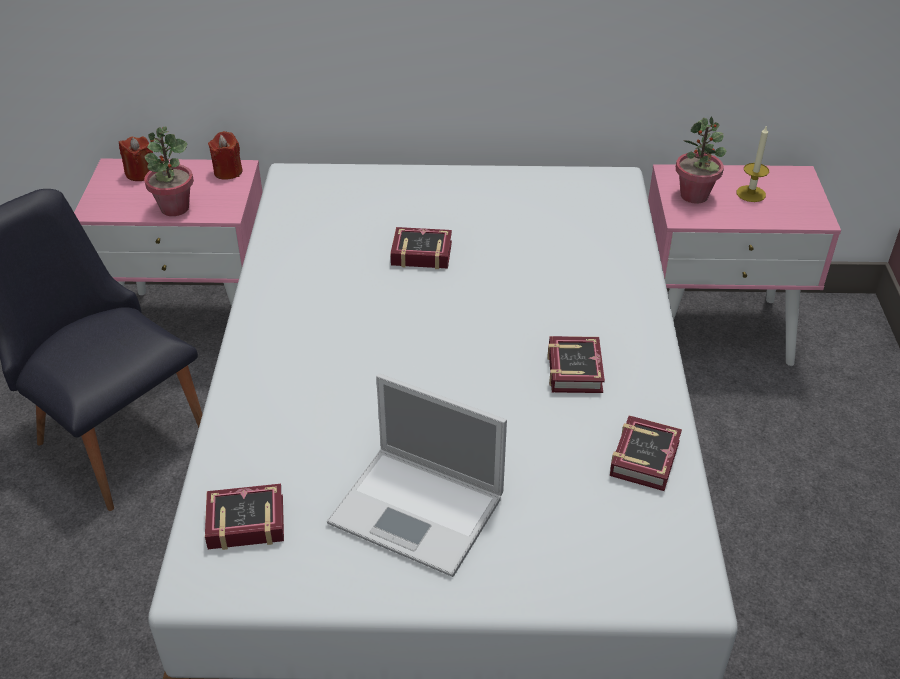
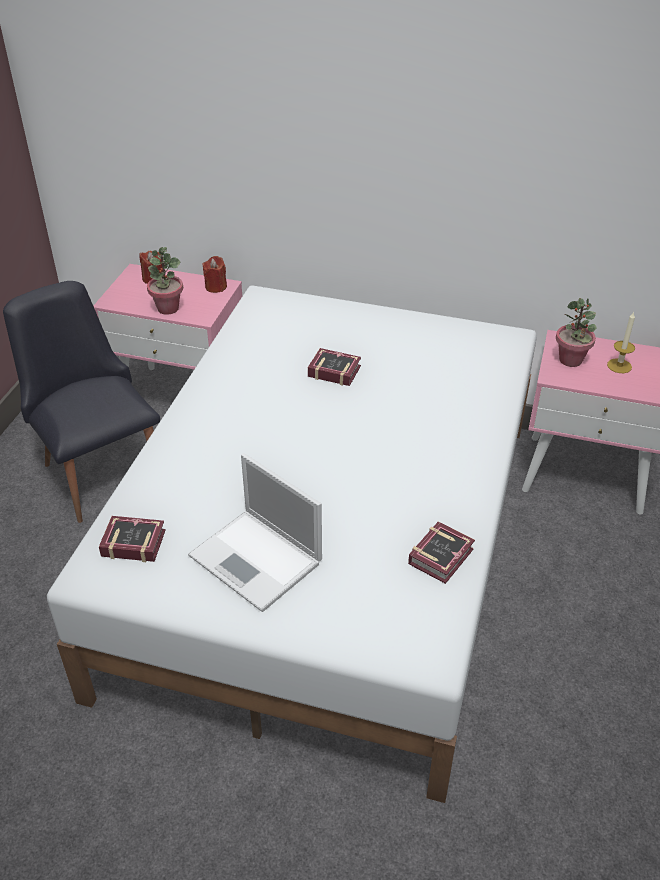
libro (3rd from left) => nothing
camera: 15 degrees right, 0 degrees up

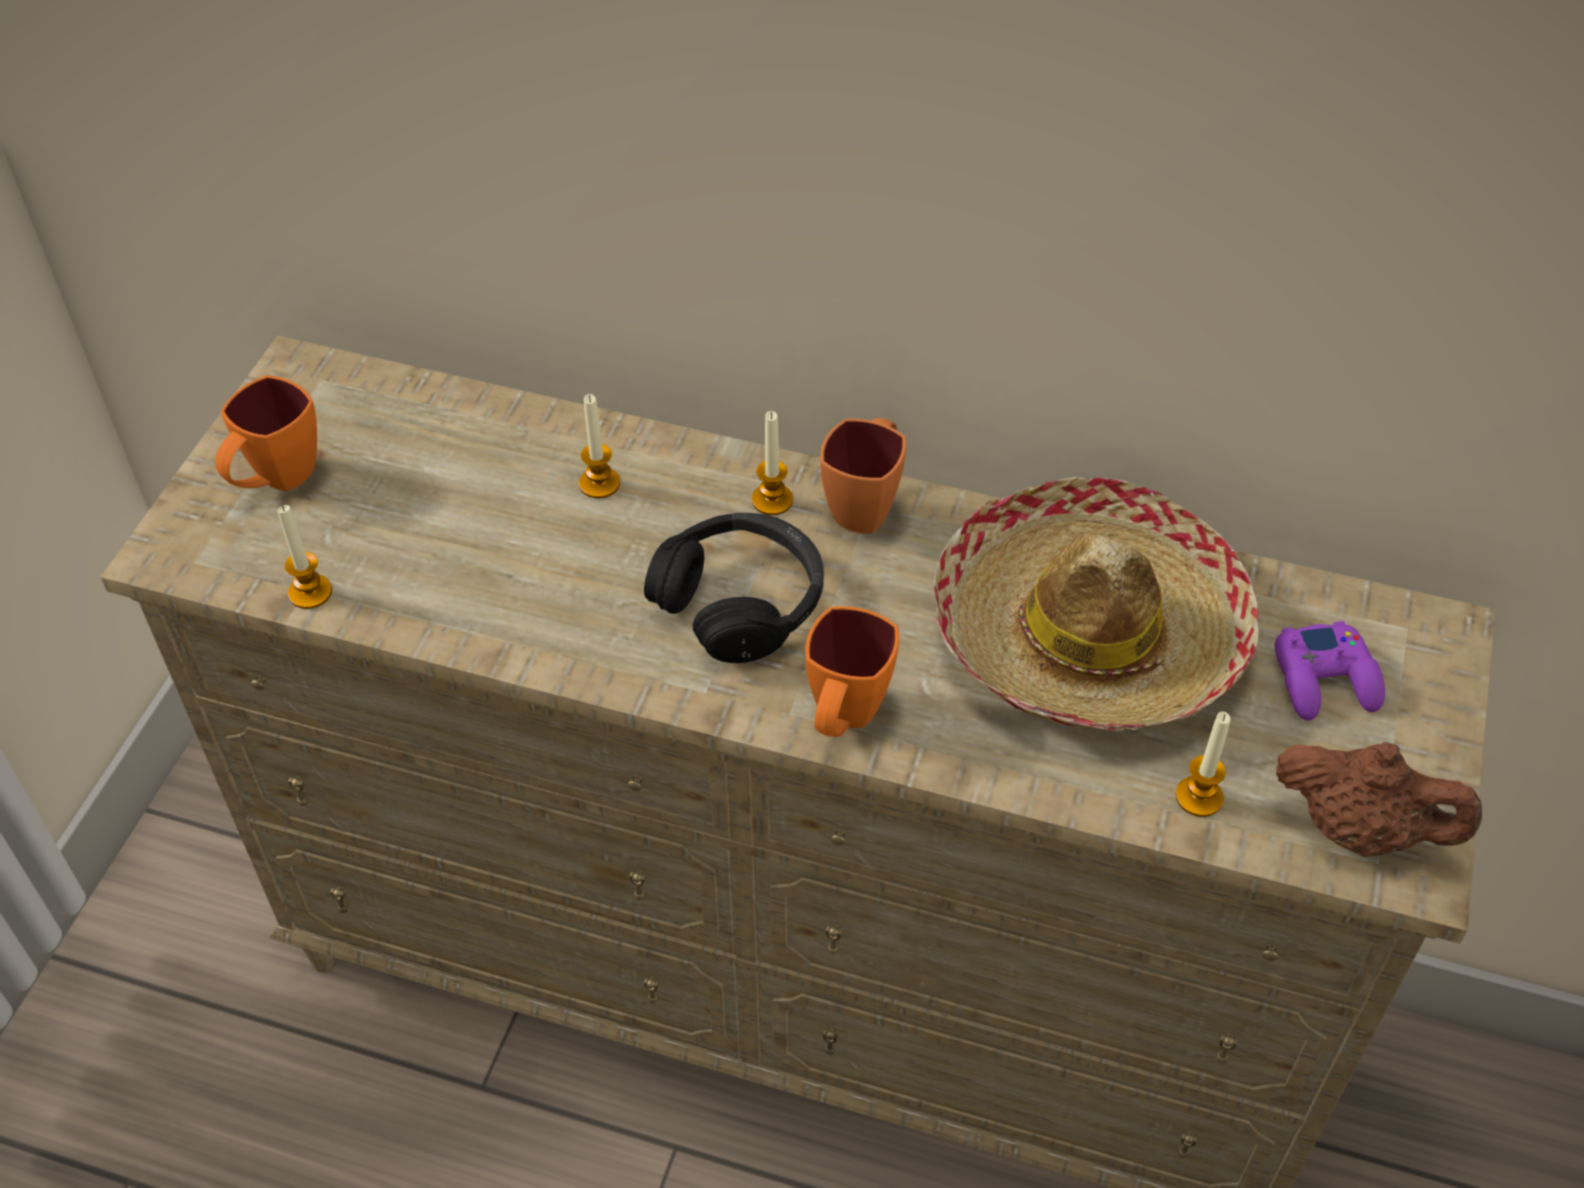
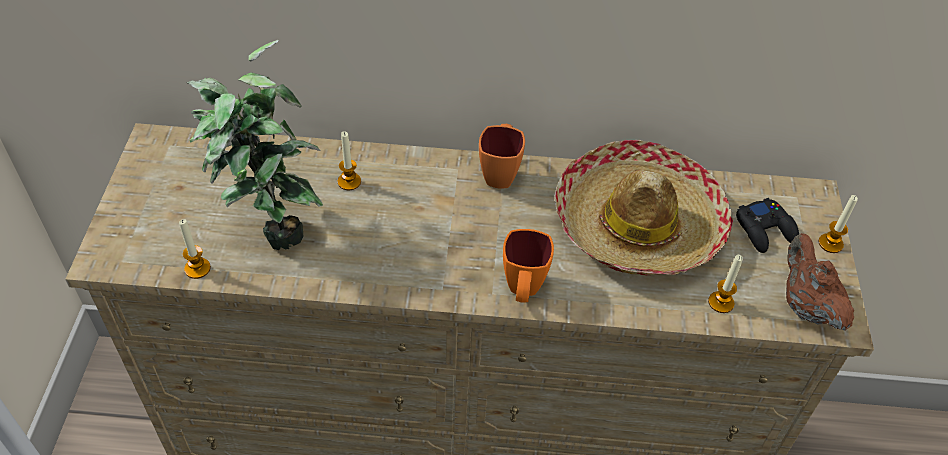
taza grande/naranja (1st from left) => nothing
vela (3rd from left in the first image) => vela (4th from left), move
auriculares/negro => nothing
mando de consola/morado => mando de consola/negro
tetera/marrón, 120 degrees counterclockwise
nothing => planta en maceta
camera: 15 degrees left, 0 degrees up

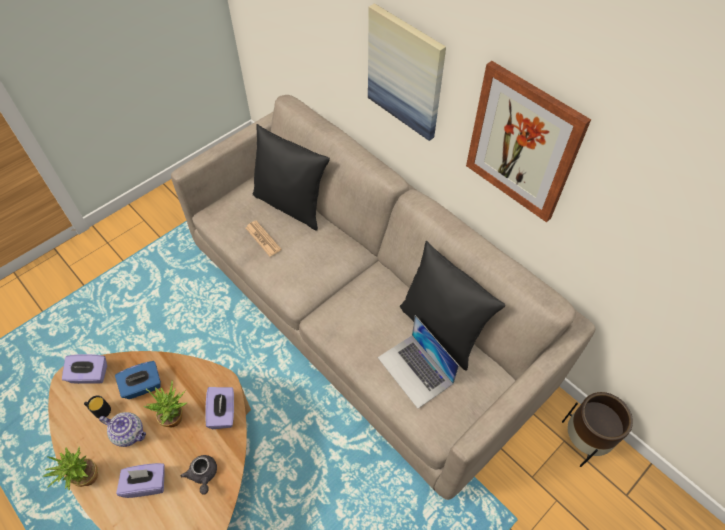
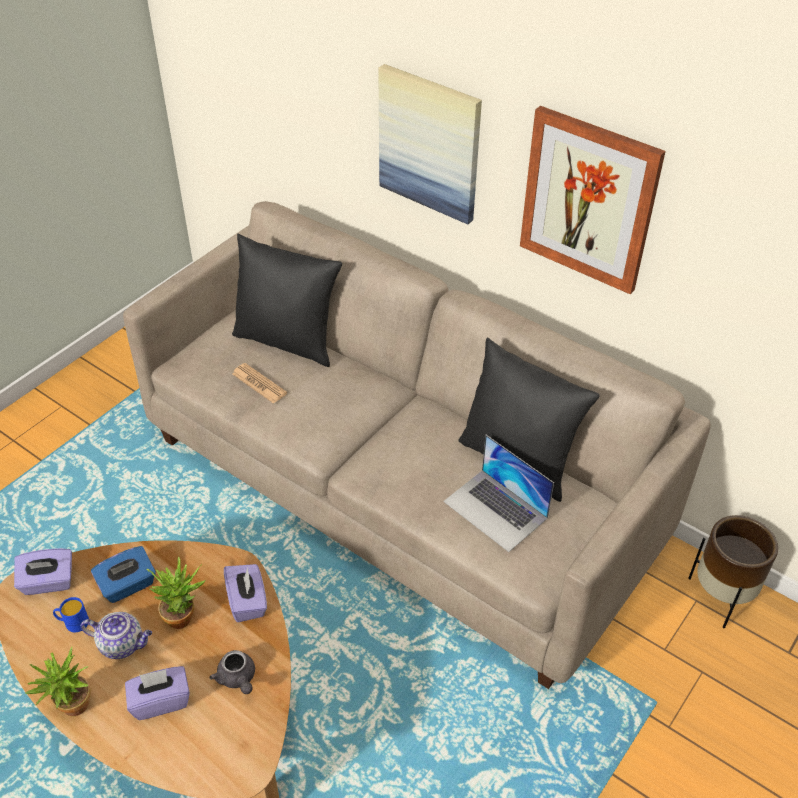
taza grande/negro => taza grande/azul
camera: 10 degrees left, 10 degrees down

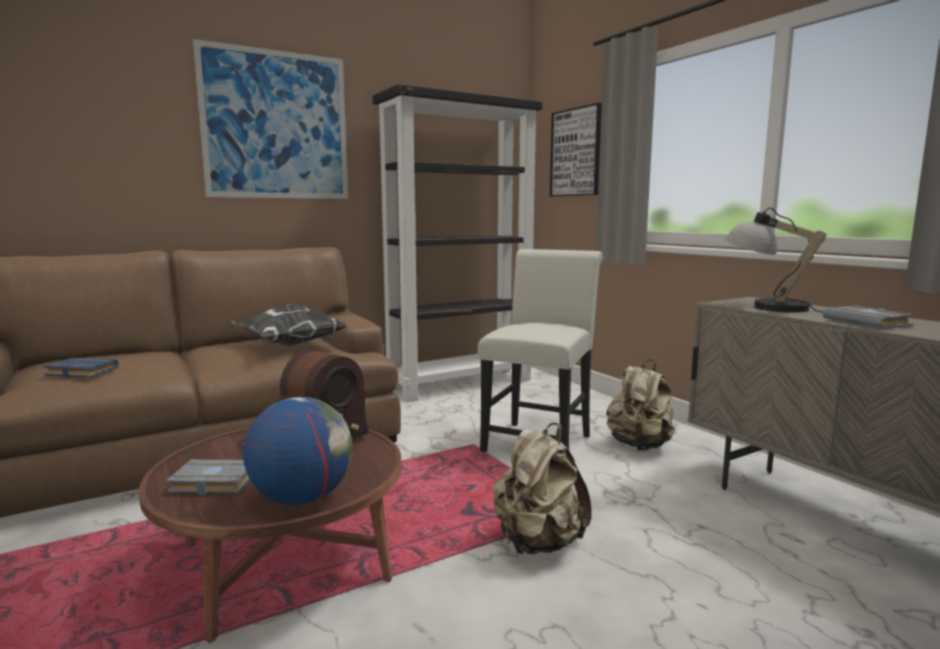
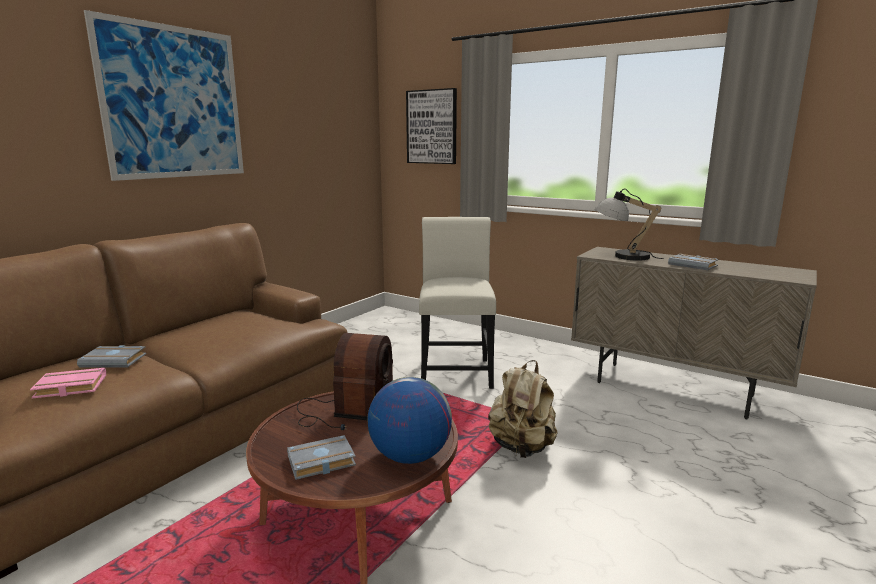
estantería/negro => nothing
cojín => nothing
libro/azul => libro/rosa
mochila/beis (2nd from left) => nothing
nothing => libro/gris (1st from left)
camera: 25 degrees left, 5 degrees up

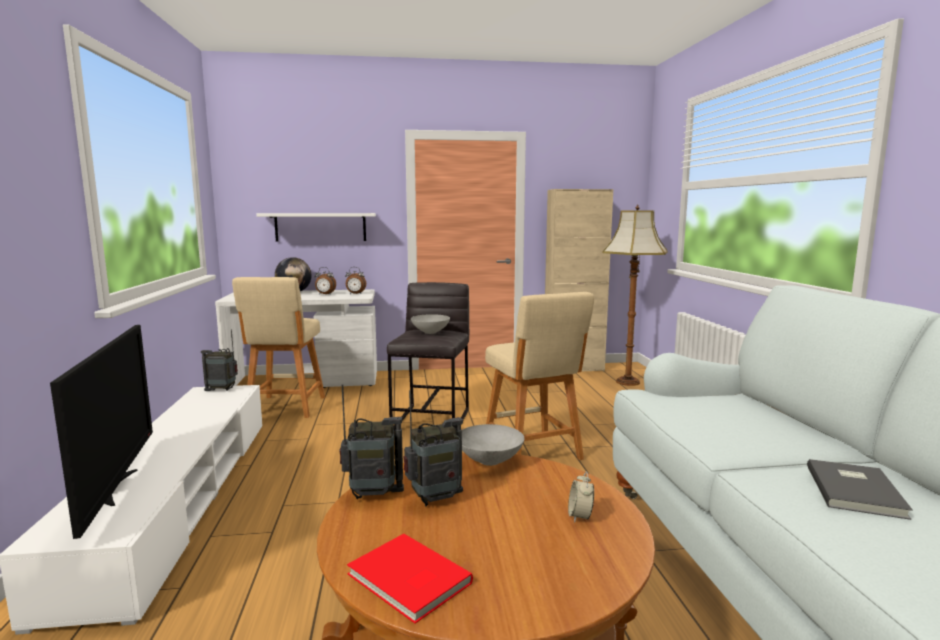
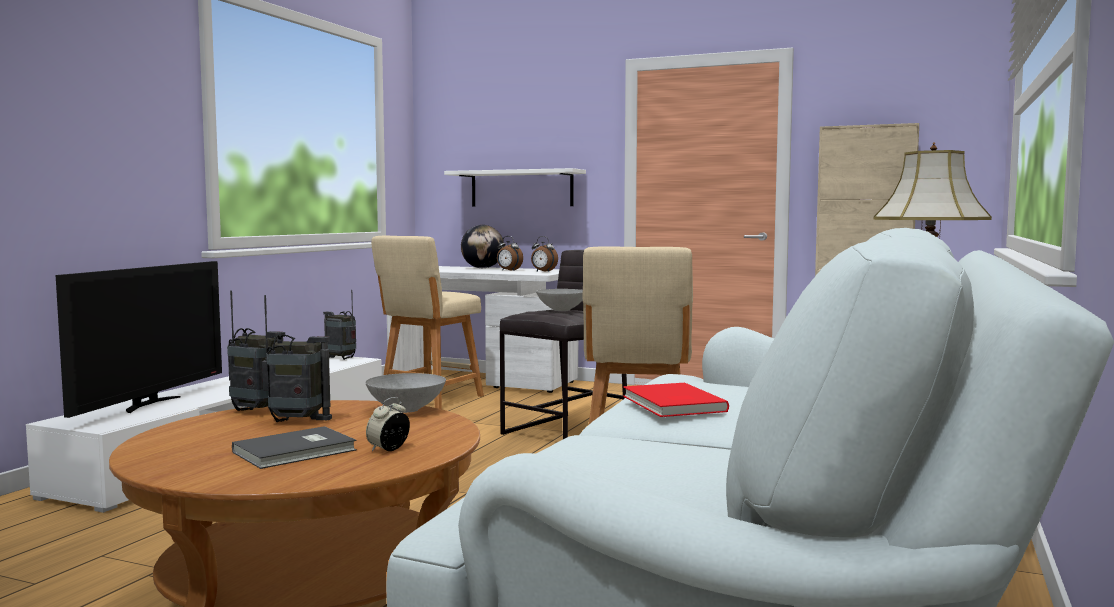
libro/gris, move
libro/rojo, move
camera: 30 degrees right, 5 degrees down

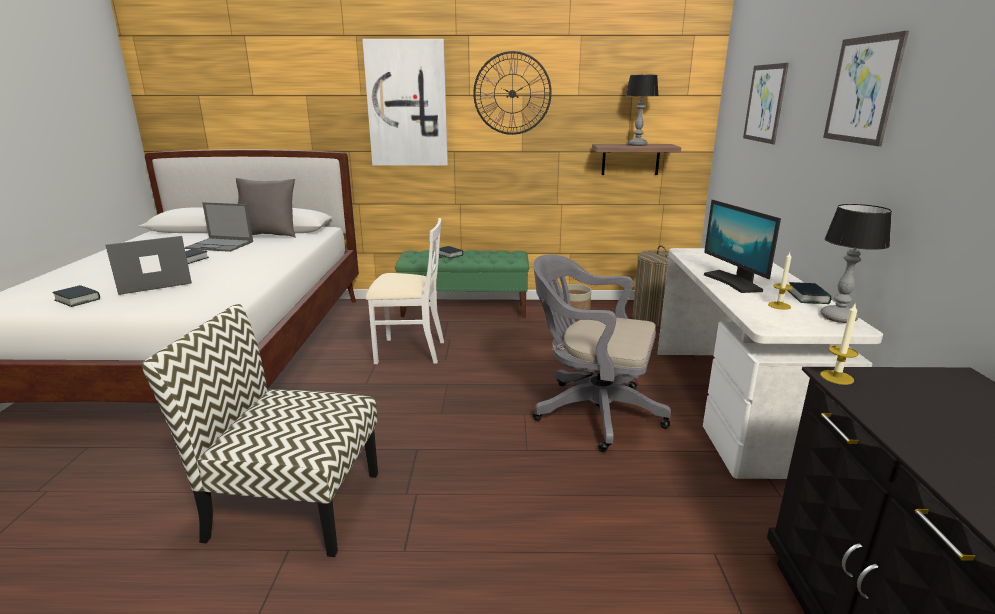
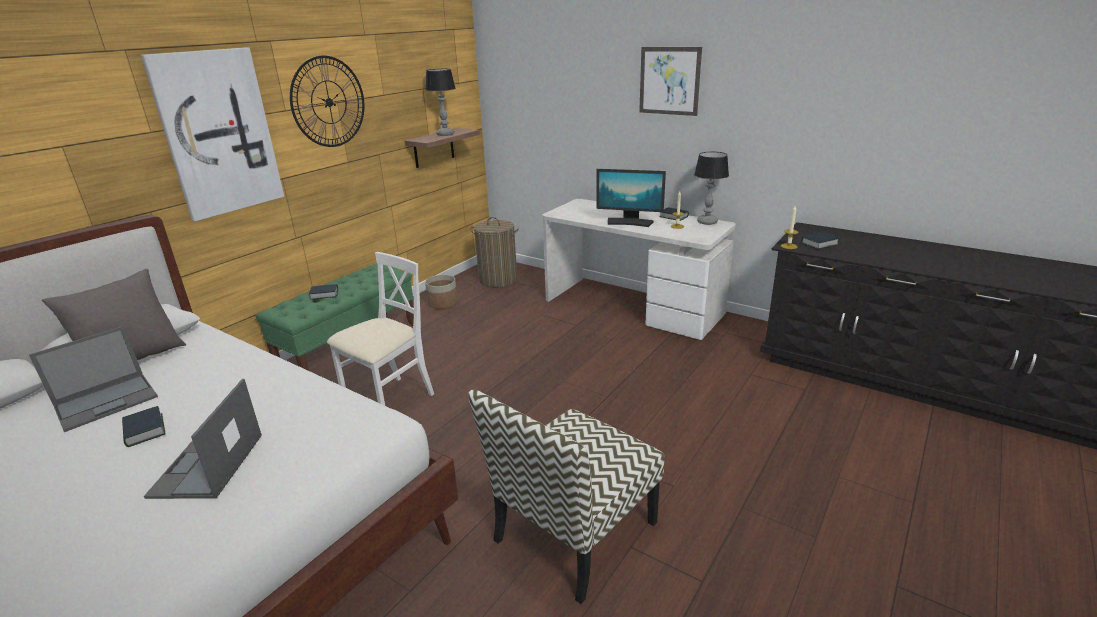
cuadro (2nd from left) => nothing
silla de oficina/gris => nothing
libro (1st from left in the first image) => libro (4th from left), move
camera: 55 degrees left, 5 degrees up

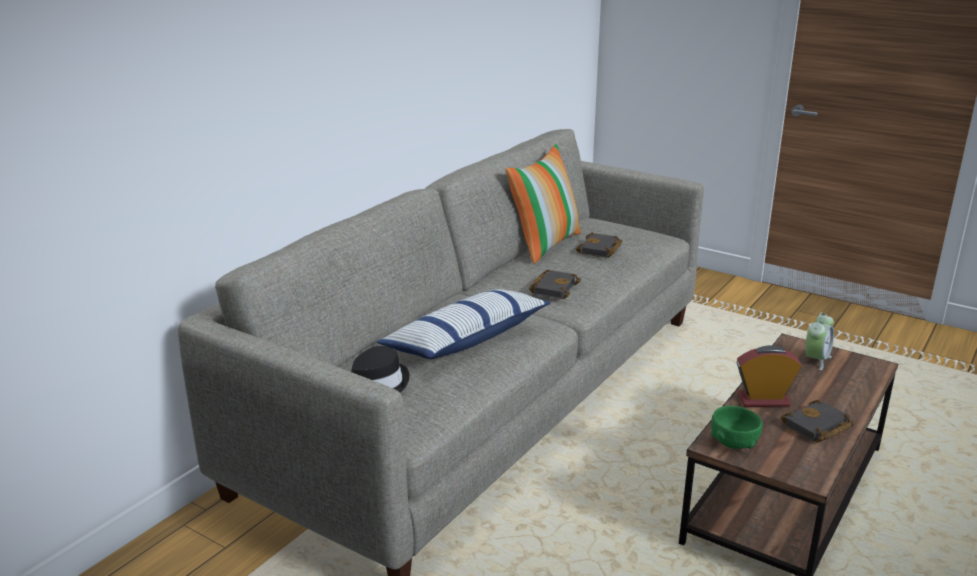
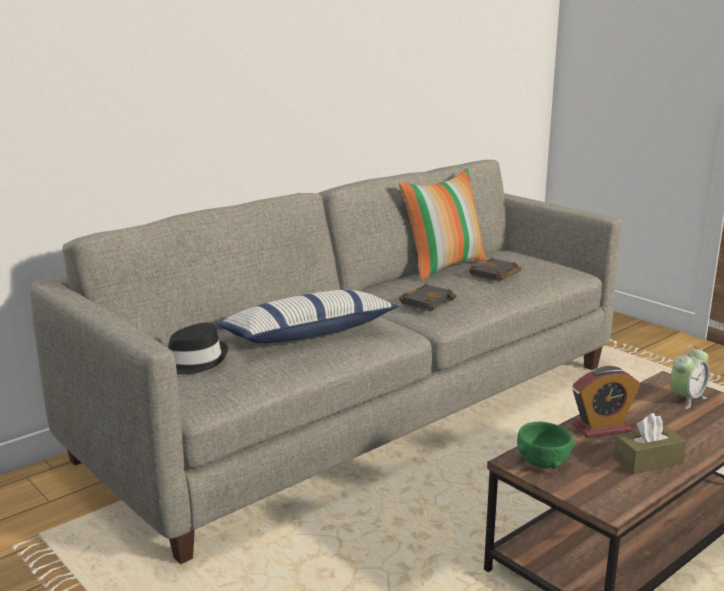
despertador (1st from left), 150 degrees clockwise
libro/negro (3rd from left) => caja de pañuelos/marrón
camera: 15 degrees right, 5 degrees down

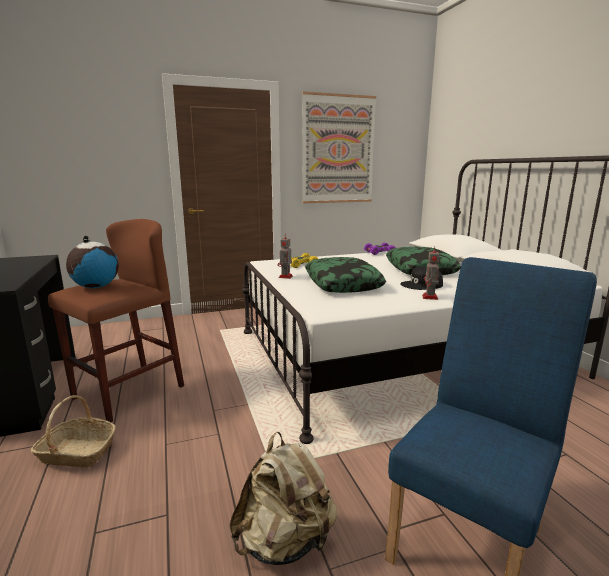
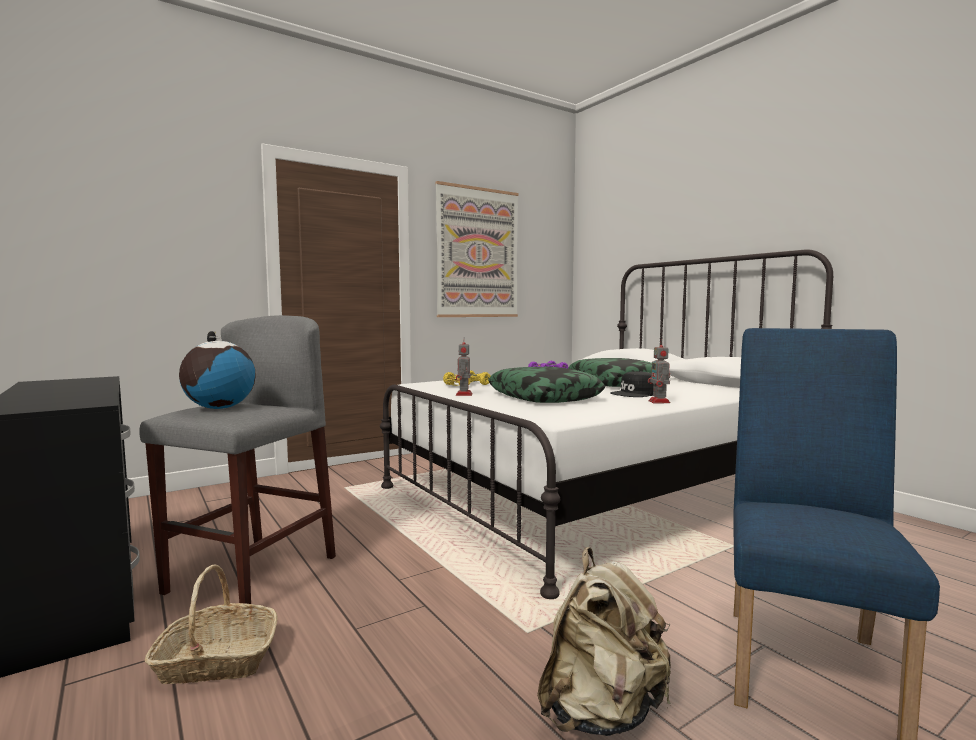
taburete/marrón => taburete/gris
camera: 15 degrees left, 10 degrees down

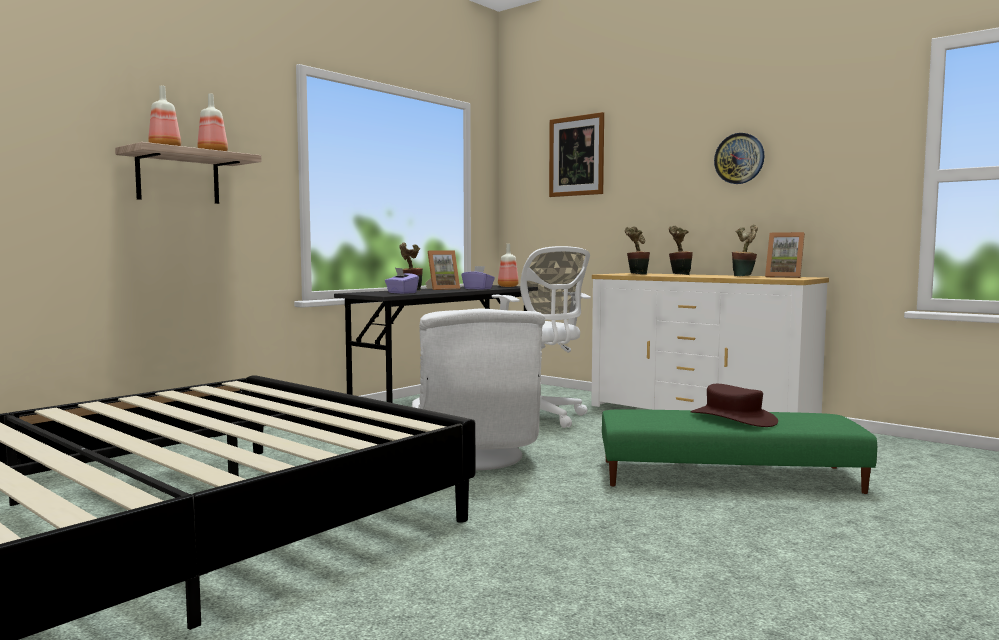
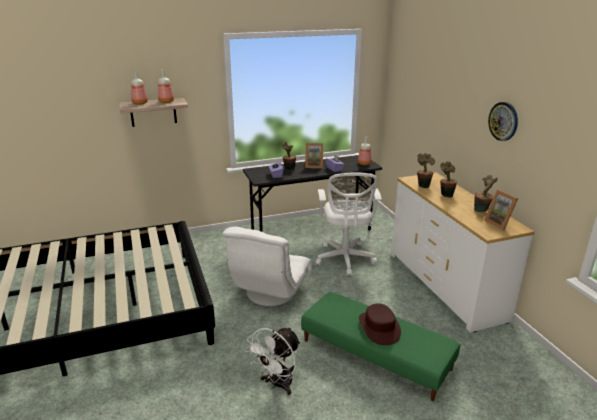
cuadro => nothing
nothing => ventilador/blanco
camera: 30 degrees right, 20 degrees up

